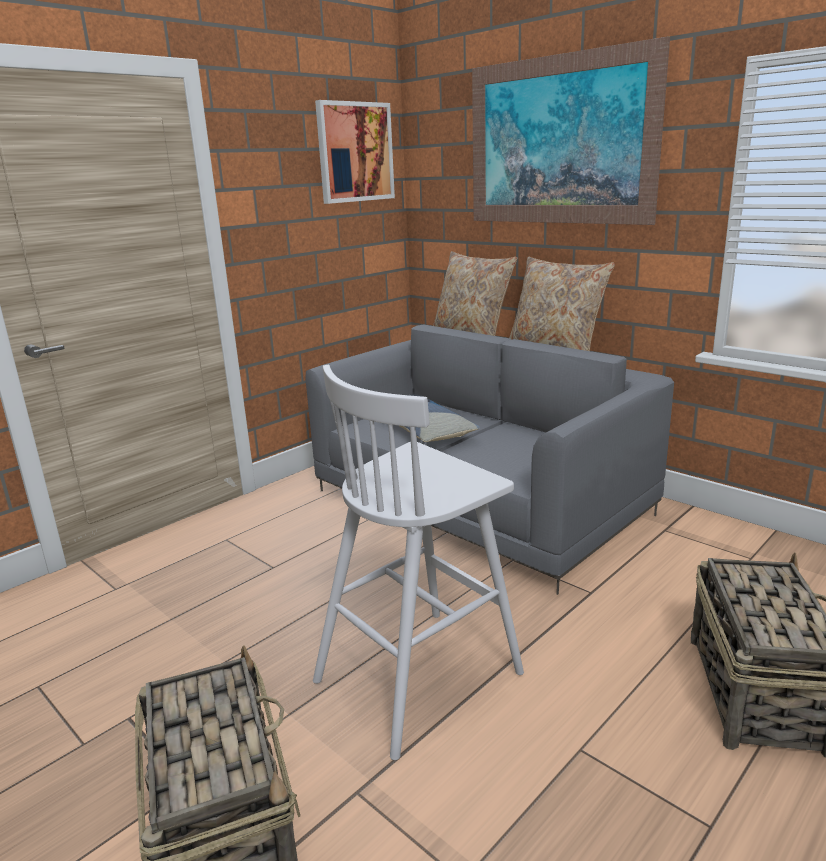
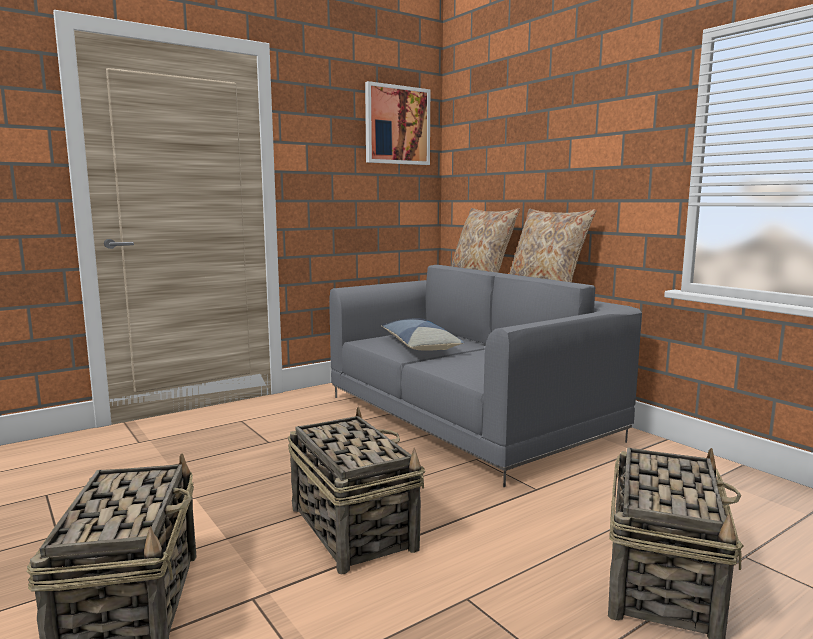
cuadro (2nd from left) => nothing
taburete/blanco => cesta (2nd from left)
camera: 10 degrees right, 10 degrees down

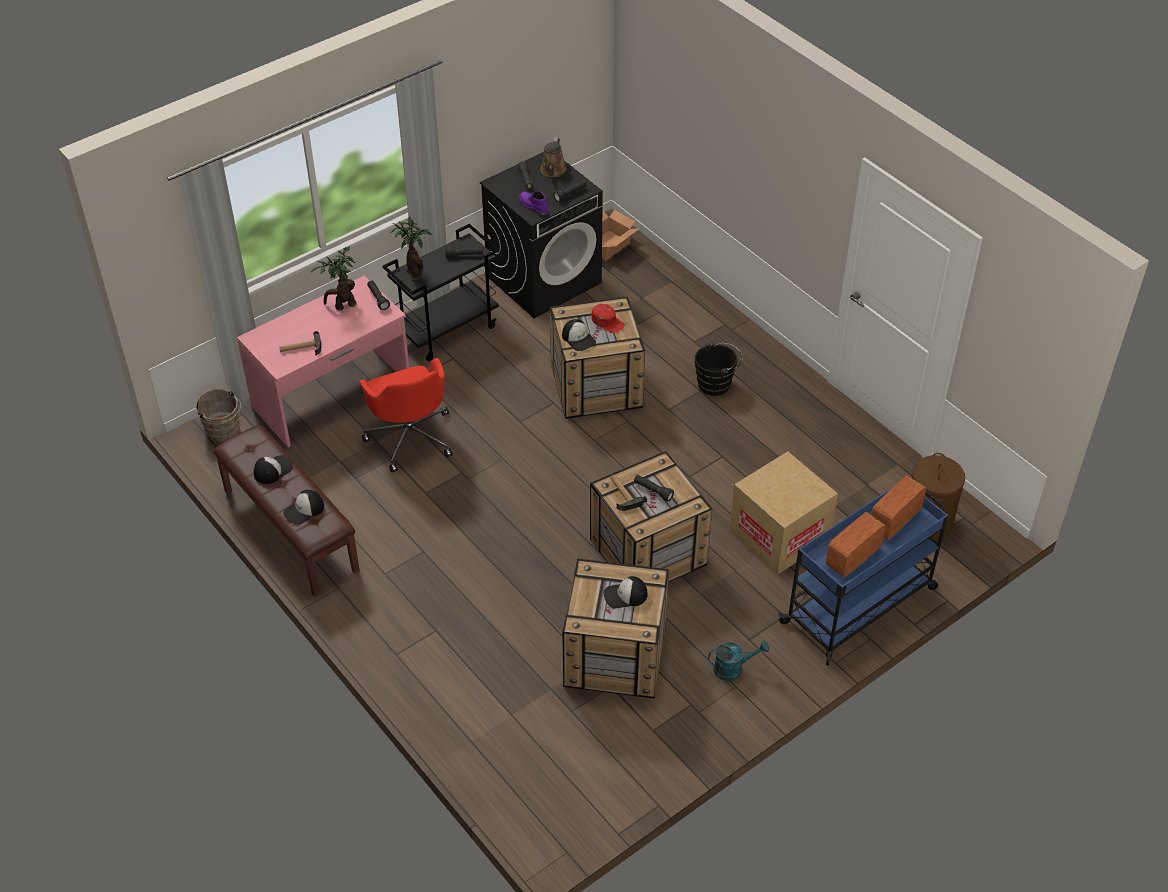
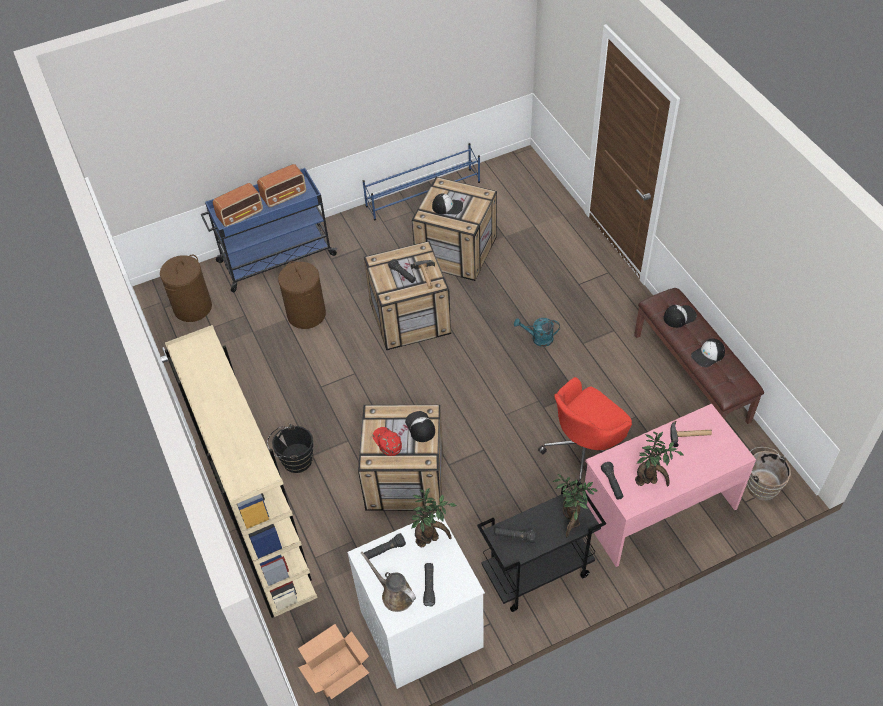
regadera/marrón, 75 degrees counterclockwise
lavadora/negro => lavadora/blanco
bota/morado => planta en maceta (1st from left)
silla de oficina/rojo, 120 degrees counterclockwise
caja de cartón (2nd from left) => cesto de la ropa/marrón (2nd from left)
regadera/turquesa, move
nothing => zapatero/azul
nothing => estantería/beis
camera: 165 degrees left, 5 degrees up

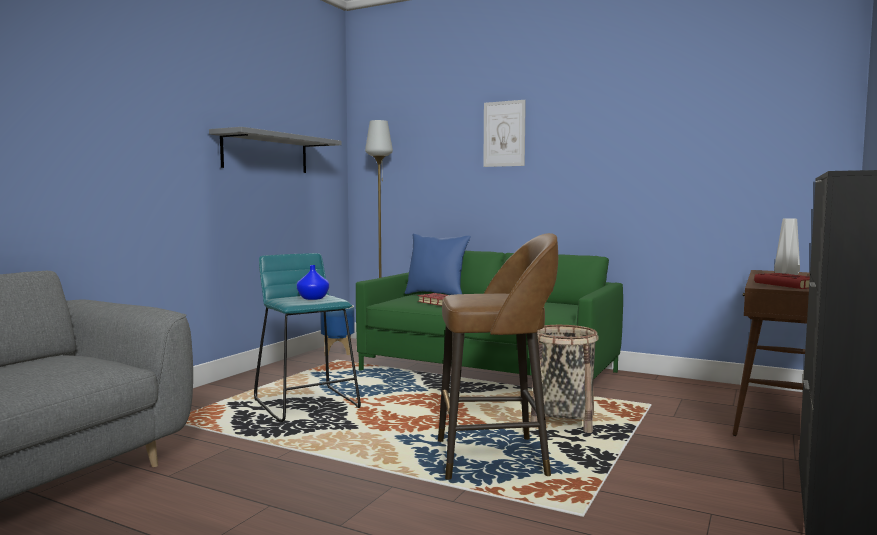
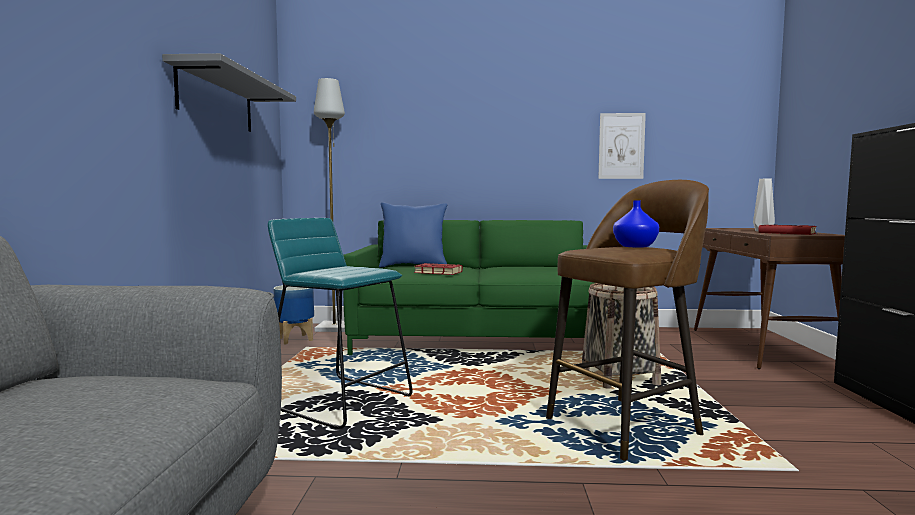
cuadro, move
florero/azul, move
camera: 25 degrees left, 0 degrees up

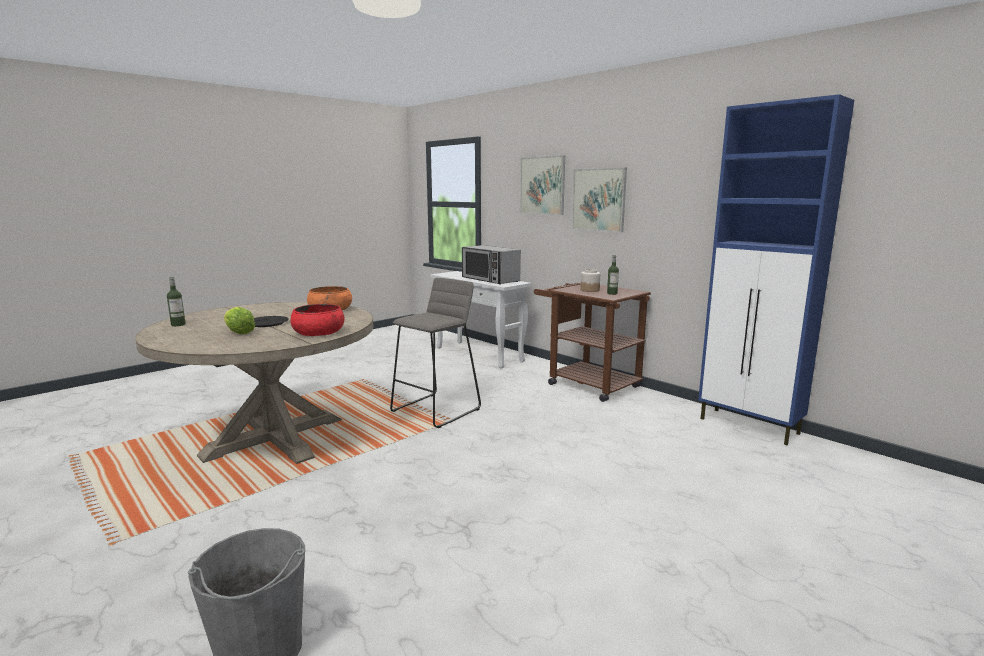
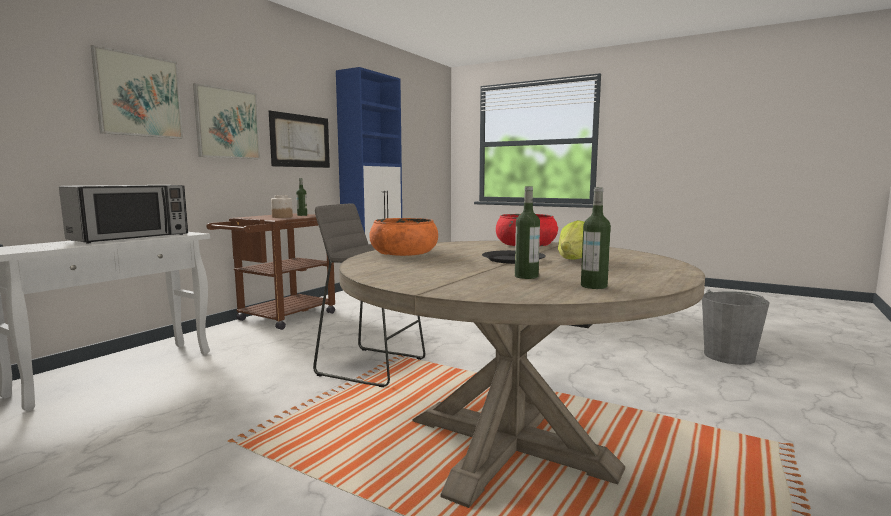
nothing => cuadro (3rd from left)
nothing => botella (2nd from left)
camera: 105 degrees left, 5 degrees down

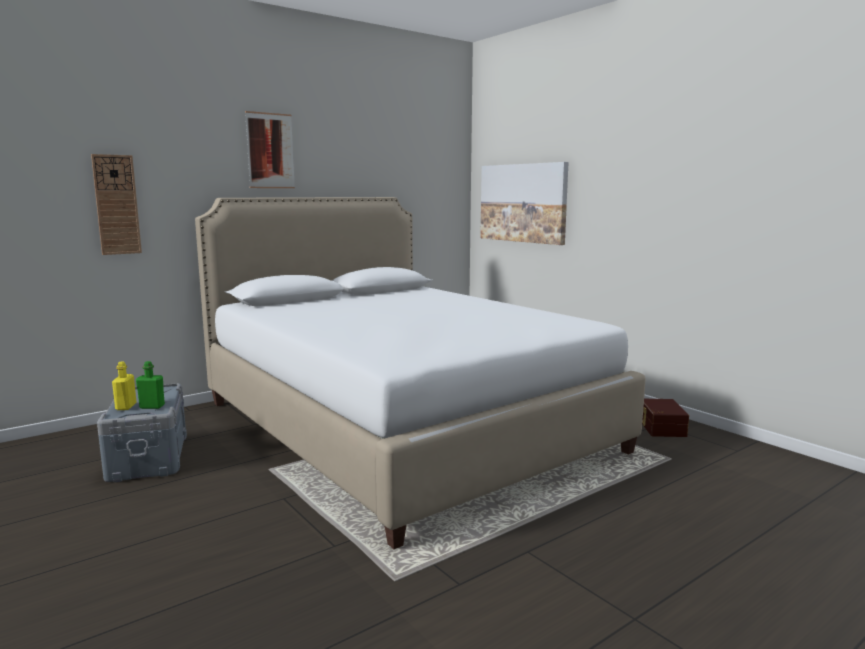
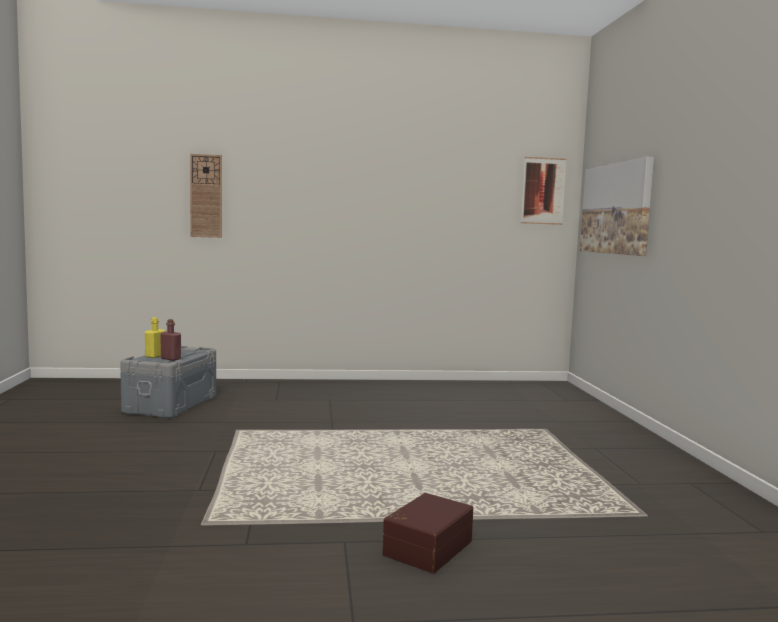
cuadro (1st from left), move
cama/blanco => nothing
botella/verde => botella/rojo
caja de almacenaje/marrón, move
camera: 30 degrees right, 5 degrees down

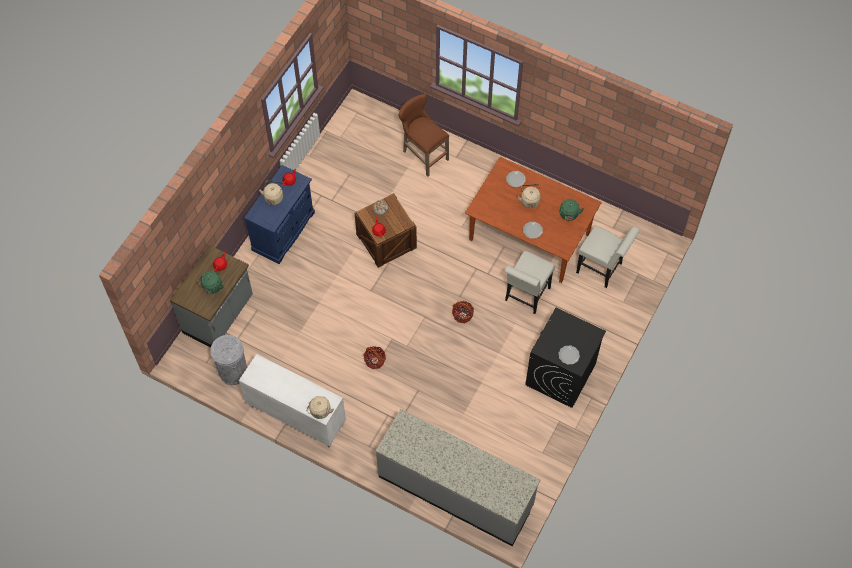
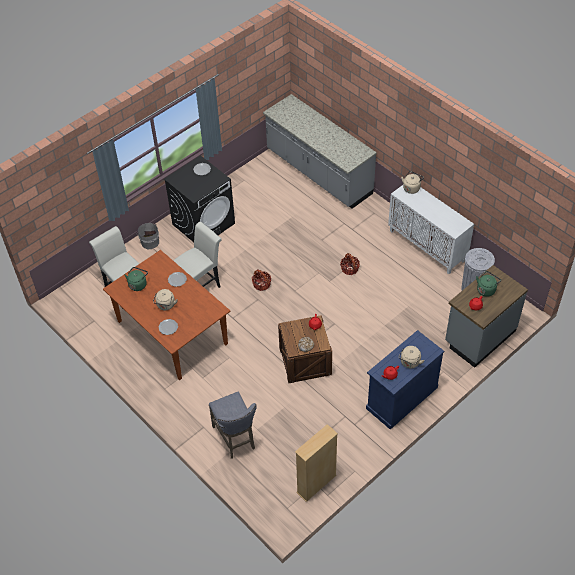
taburete/marrón => taburete/gris
nothing => cubo/gris
nothing => estantería/beis
camera: 160 degrees left, 10 degrees down

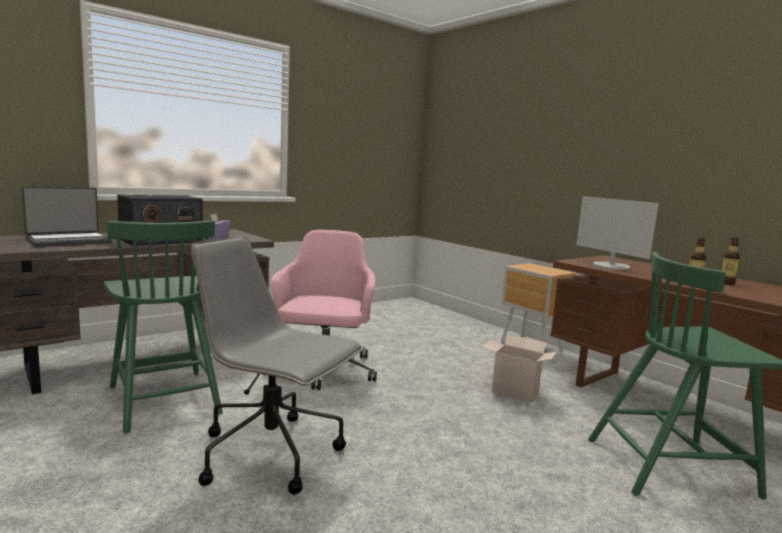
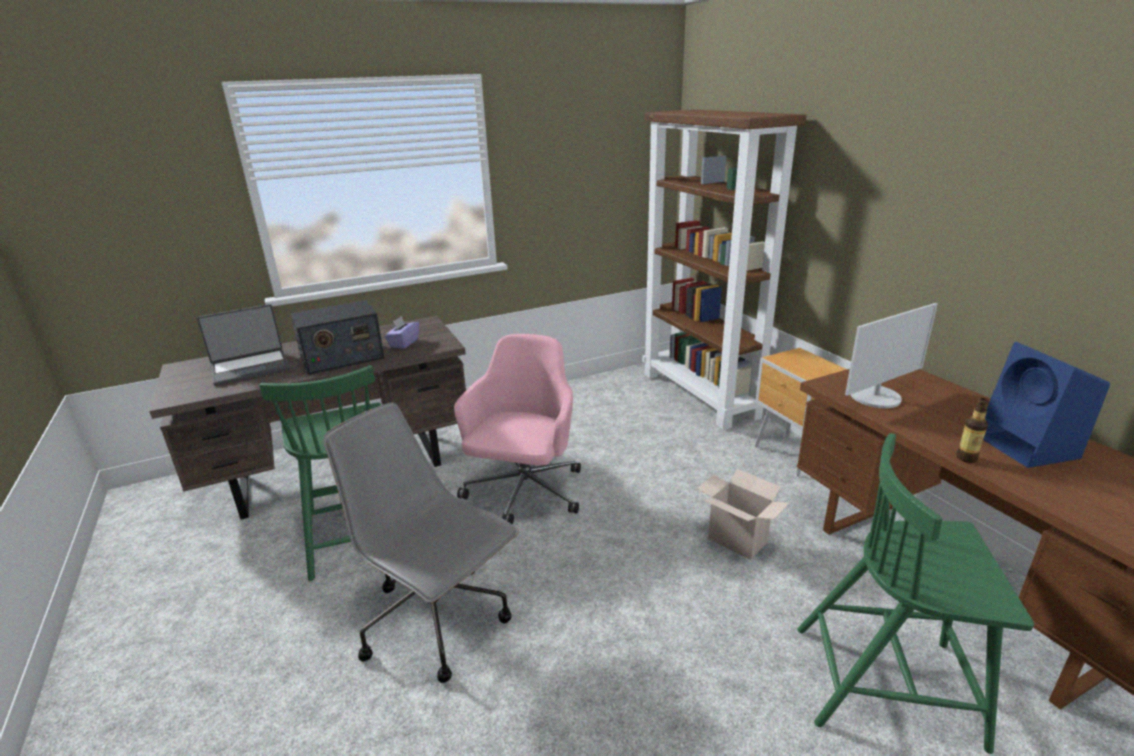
monitor, 105 degrees counterclockwise
botella (2nd from left) => altavoz/azul
nothing => estantería/marrón
camera: 15 degrees right, 15 degrees up

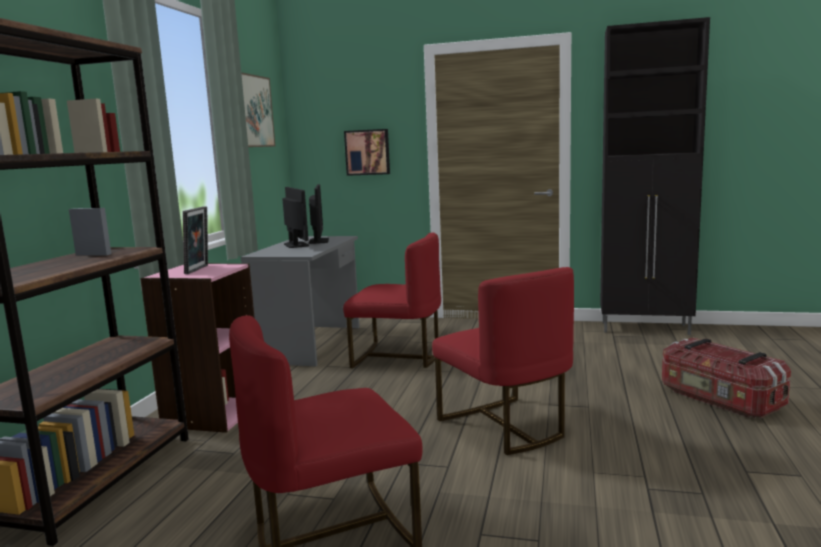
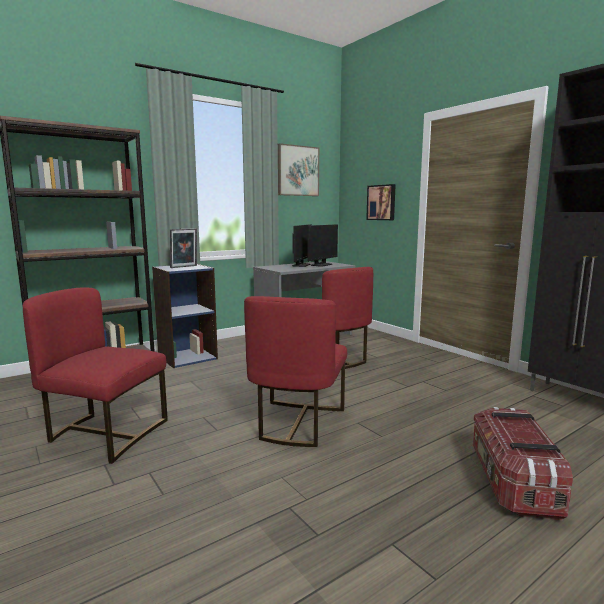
estantería/rosa => estantería/azul
camera: 40 degrees right, 0 degrees up

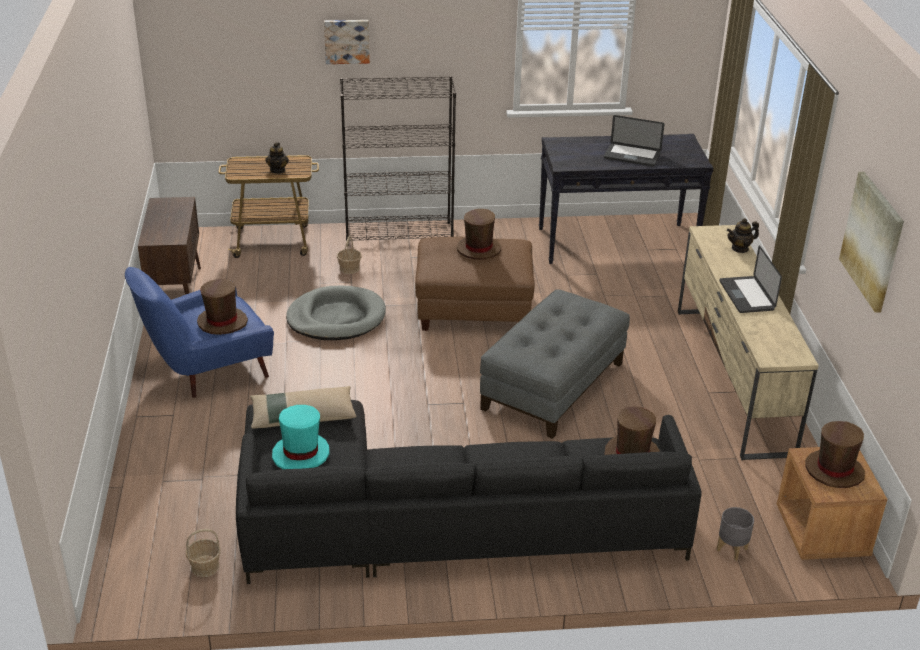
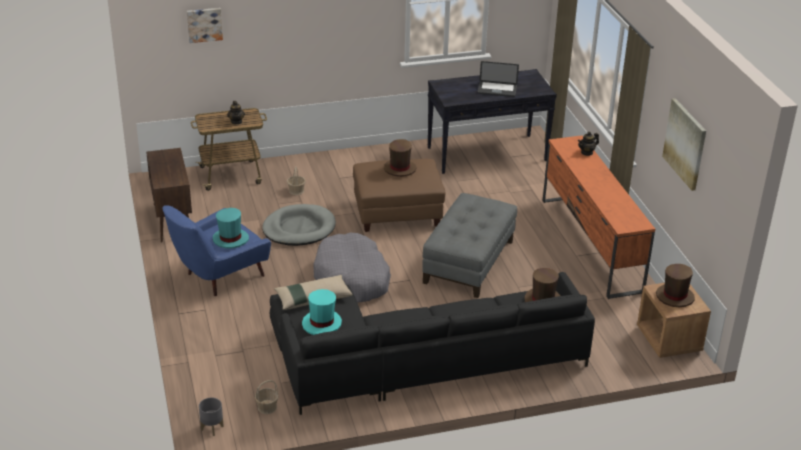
cuadro (1st from left), move
estantería/negro => nothing
mueble de televisión/beis => mueble de televisión/naranja
portátil (2nd from left) => nothing
sombrero/marrón (1st from left) => sombrero/turquesa (1st from left)
maceta/gris, move
nothing => cama para perro/gris (2nd from left)
camera: 10 degrees left, 0 degrees up

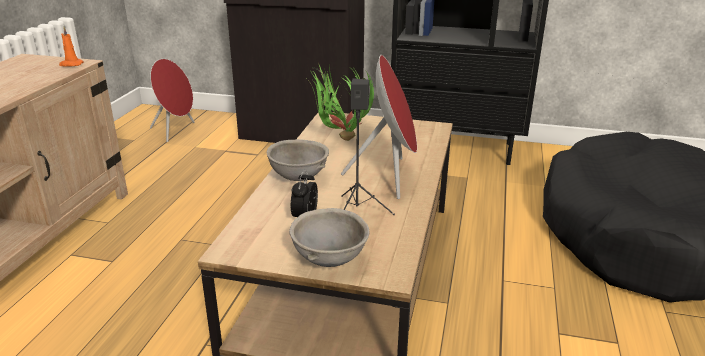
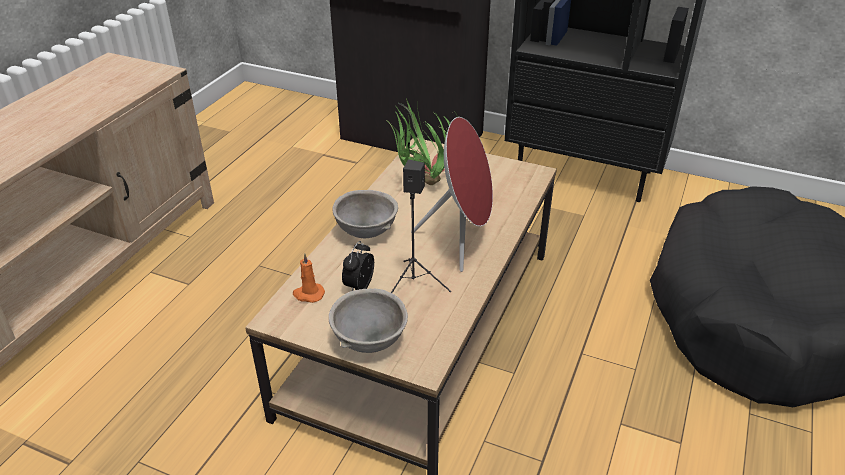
vela/naranja, move
altavoz/rojo (1st from left) => nothing
camera: 10 degrees right, 10 degrees up

